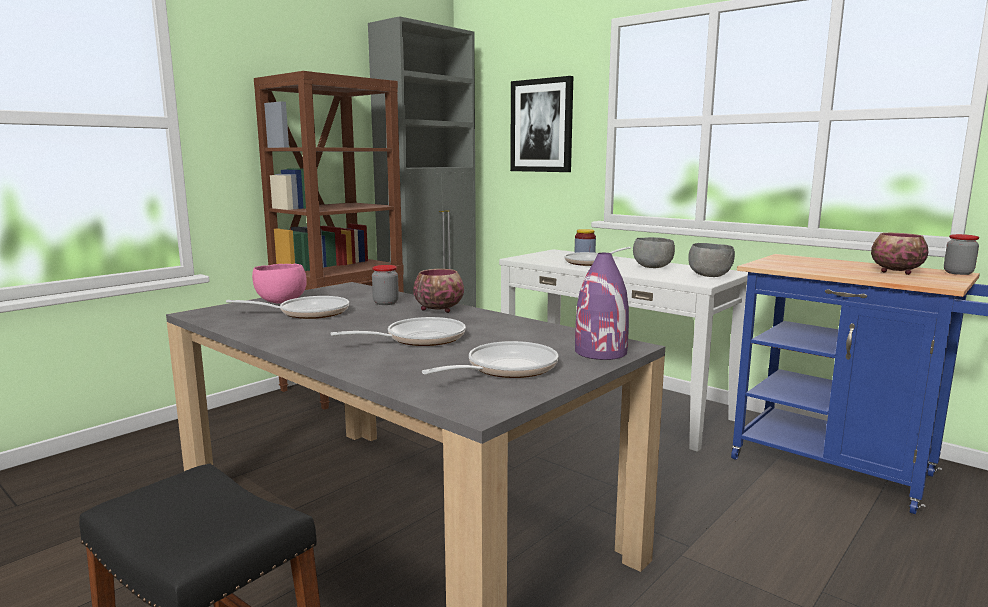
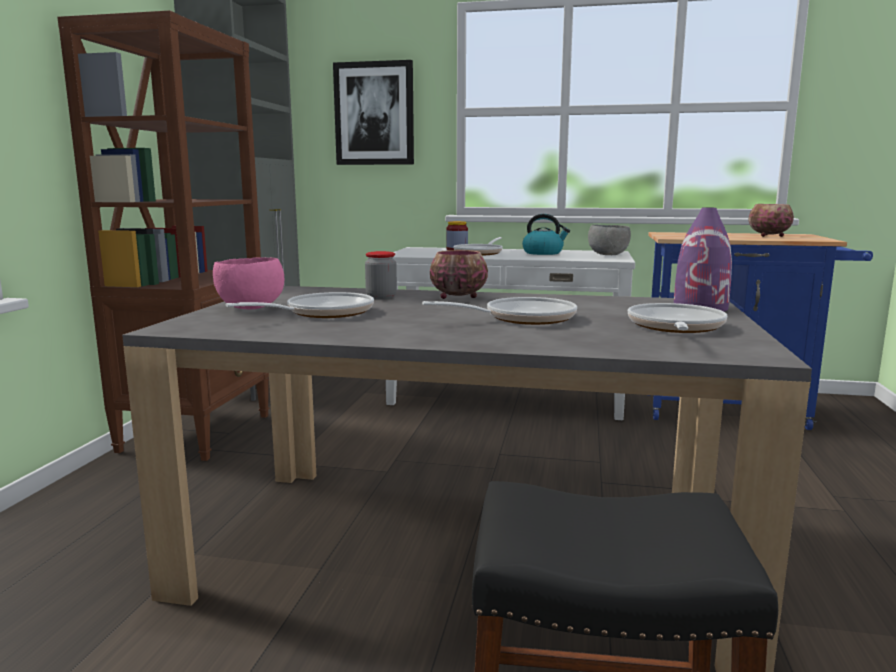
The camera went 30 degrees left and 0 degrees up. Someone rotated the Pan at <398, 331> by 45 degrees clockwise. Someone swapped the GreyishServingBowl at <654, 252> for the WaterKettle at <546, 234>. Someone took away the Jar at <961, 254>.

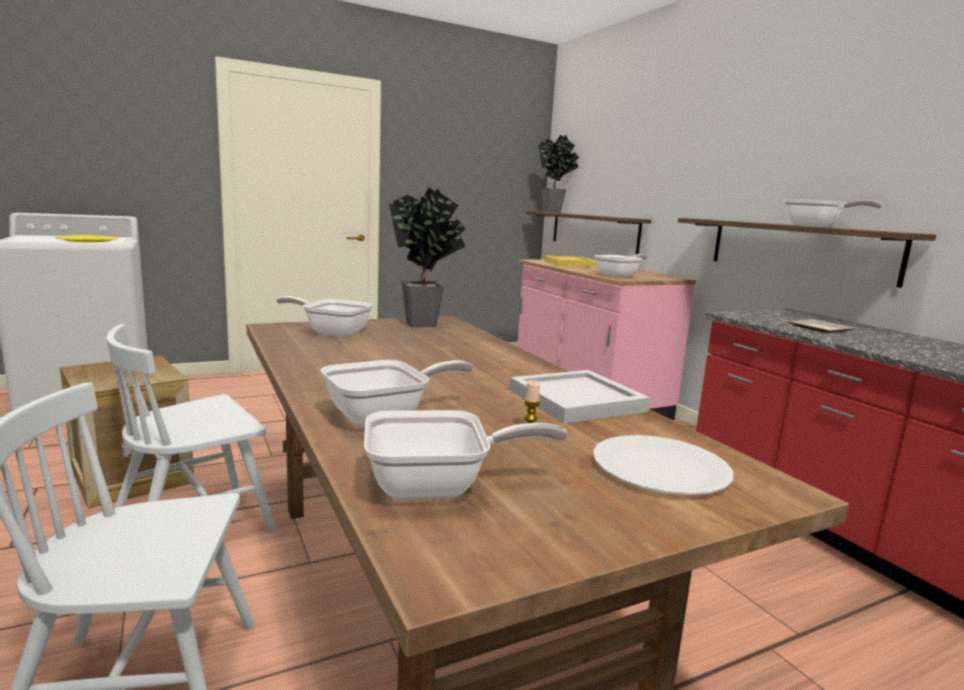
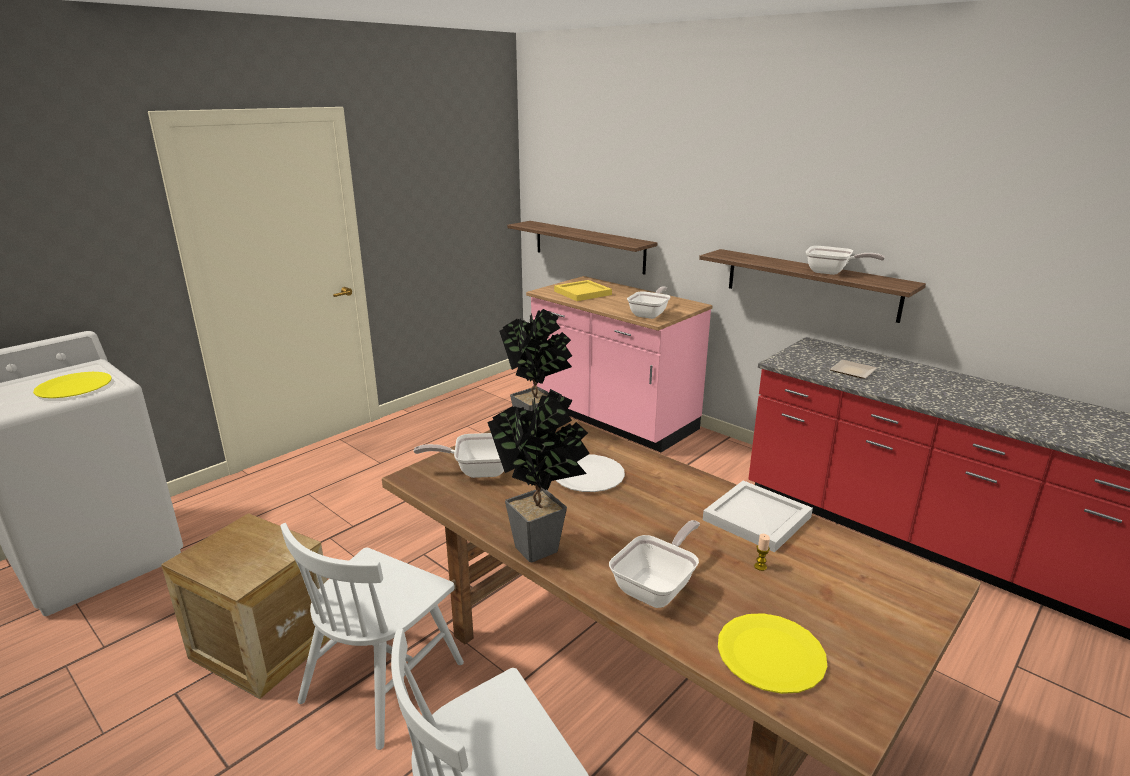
The camera went 20 degrees left and 10 degrees up. Someone carried the PottedPlant from <558, 173> to <538, 475>. Someone carried the WhitishDinnerPlate from <663, 465> to <590, 473>. Someone swapped the Pan at <466, 455> for the YellowColouredDinnerPlate at <772, 653>.

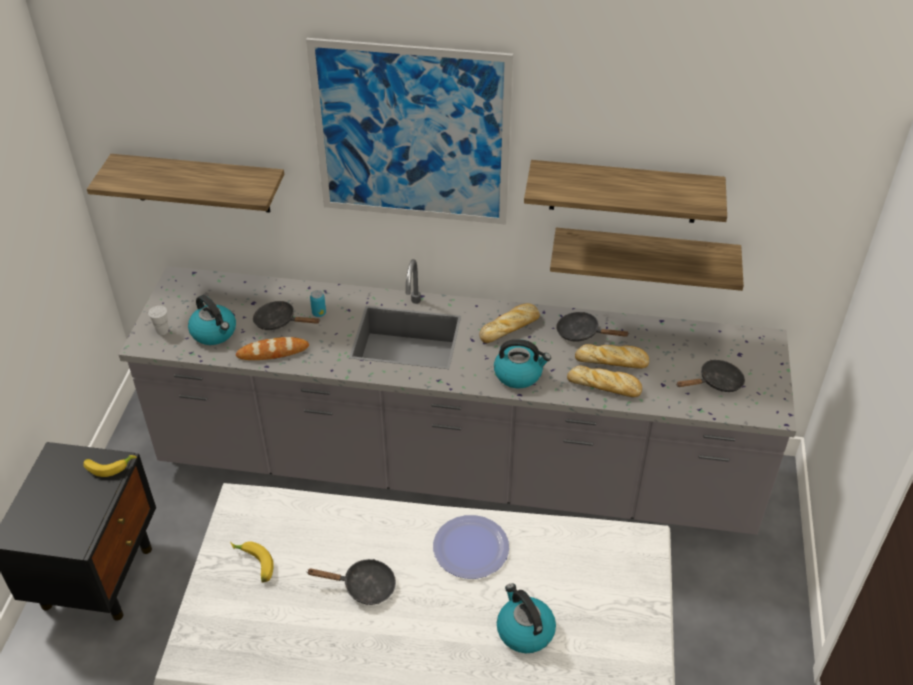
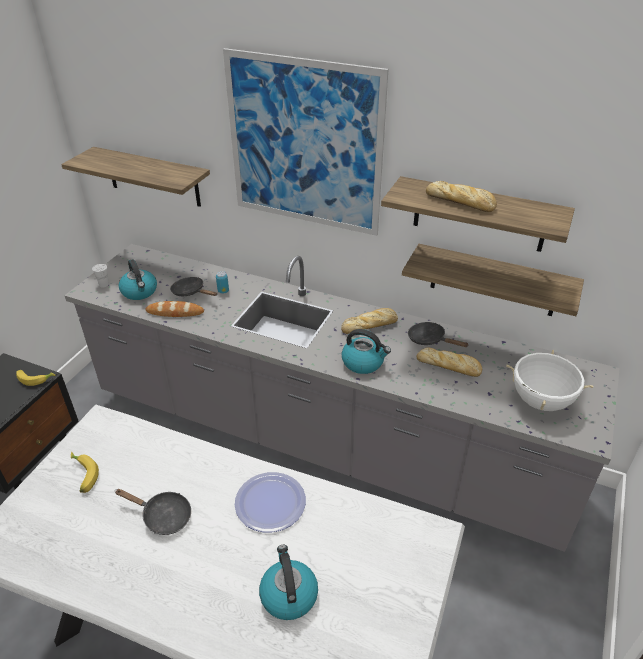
The camera went 15 degrees right and 5 degrees down. Someone carried the BakeryBread from <604, 381> to <461, 196>. Someone swapped the BlackColouredPan at <710, 376> for the WhitishCookingPot at <550, 380>.

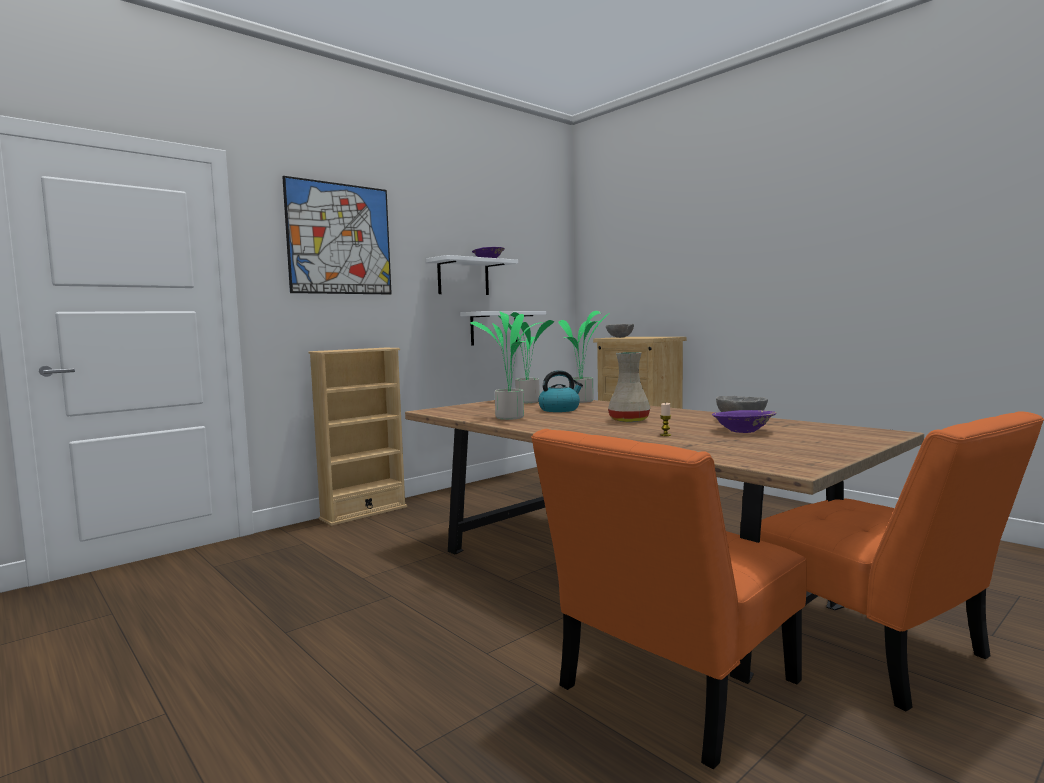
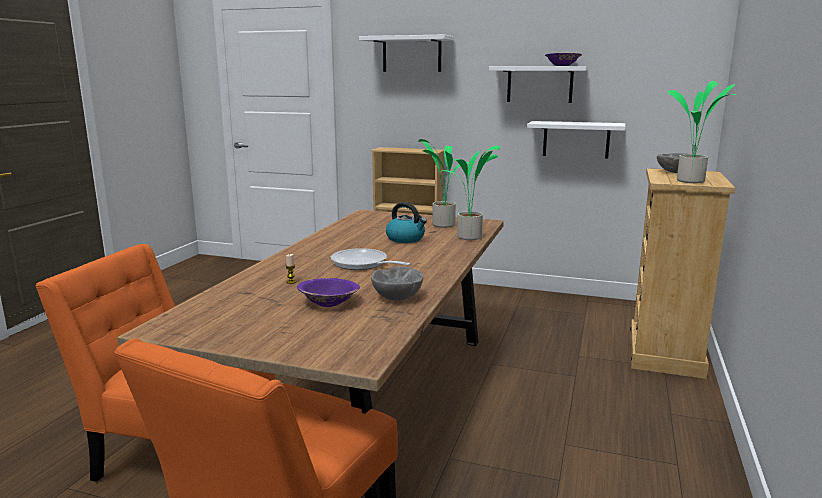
The camera went 60 degrees right and 10 degrees up. Someone swapped the SandColouredFlowerVase at <629, 387> for the Pan at <371, 259>. Someone swapped the WallArt at <337, 235> for the WhitishBracketShelf at <406, 53>. Someone carried the PottedPlant from <507, 365> to <702, 132>.

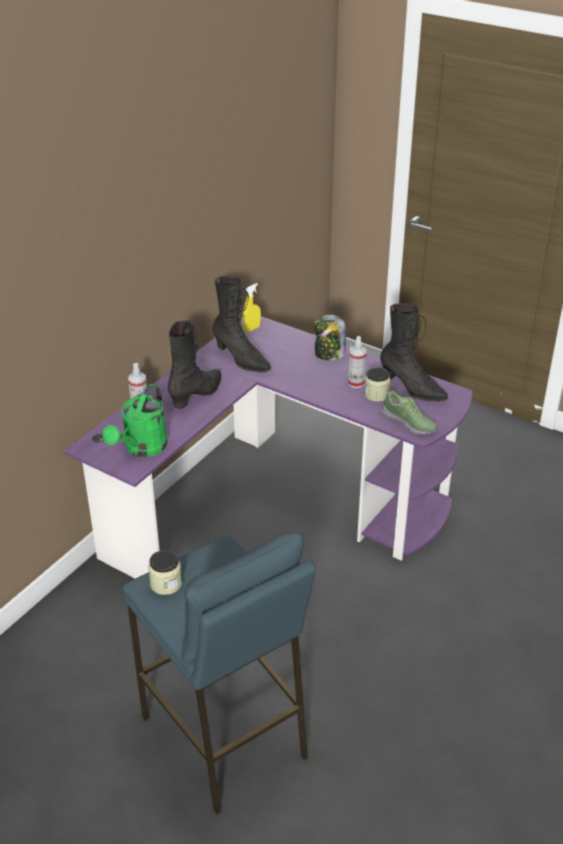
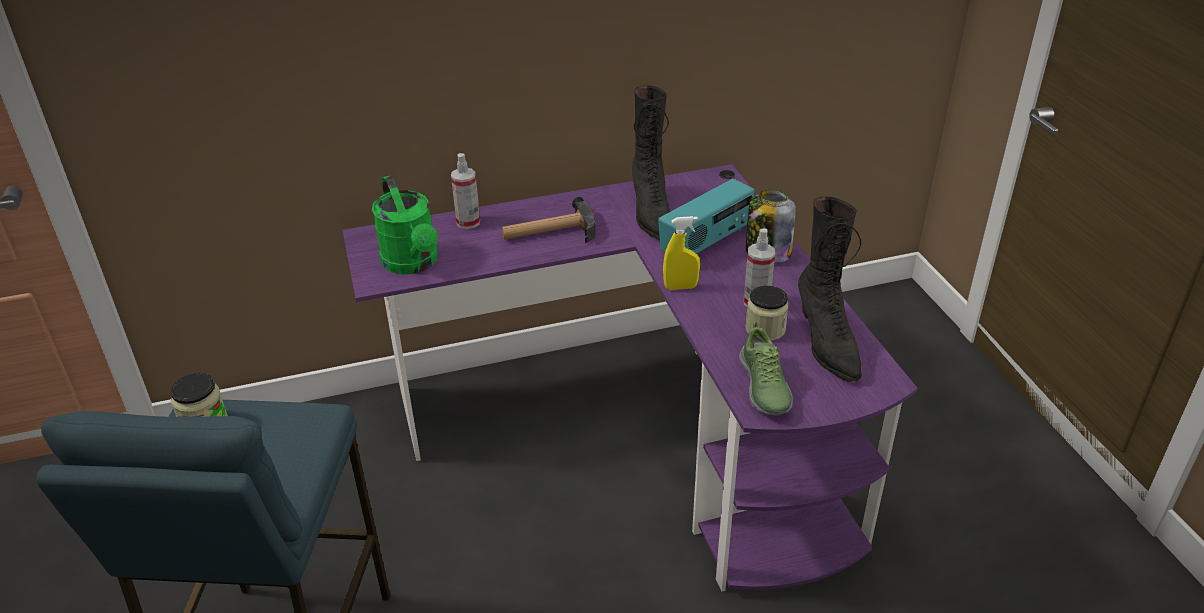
The camera went 40 degrees right and 0 degrees up. Someone rotated the GreenColouredWateringCan at <135, 420> by 90 degrees counterclockwise. Someone swapped the BlackColouredTallBoot at <195, 364> for the ToolHammer at <548, 220>. Someone put down the RadioReceiver at <706, 216>. Someone carried the YellowColouredSprayer from <252, 307> to <681, 253>.

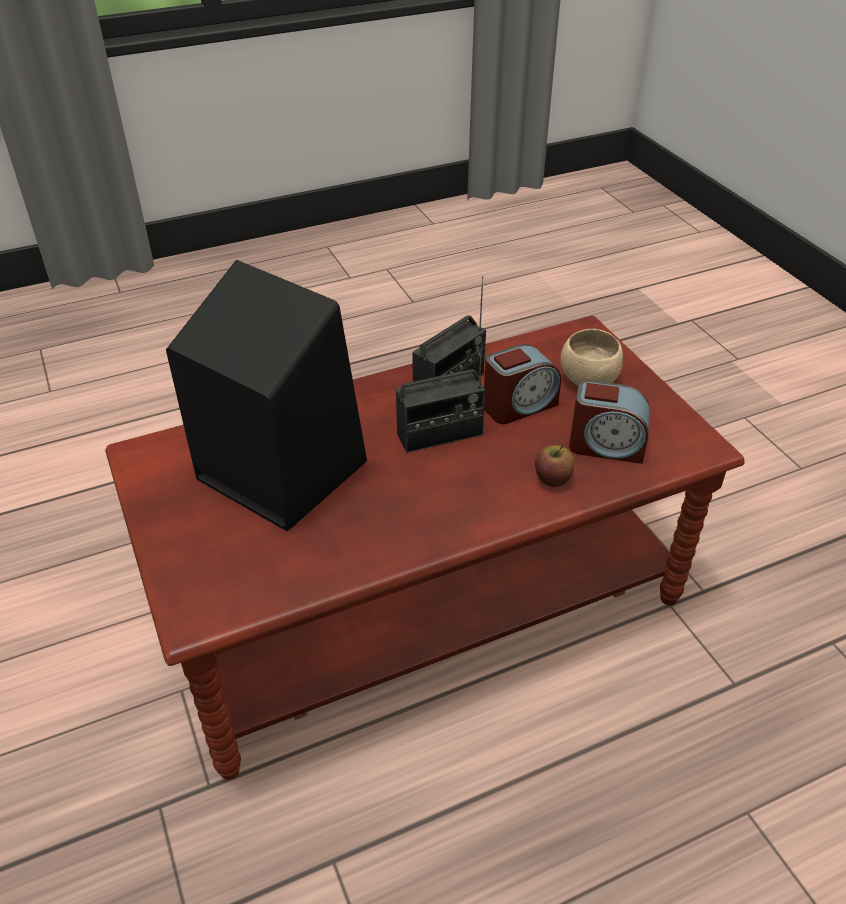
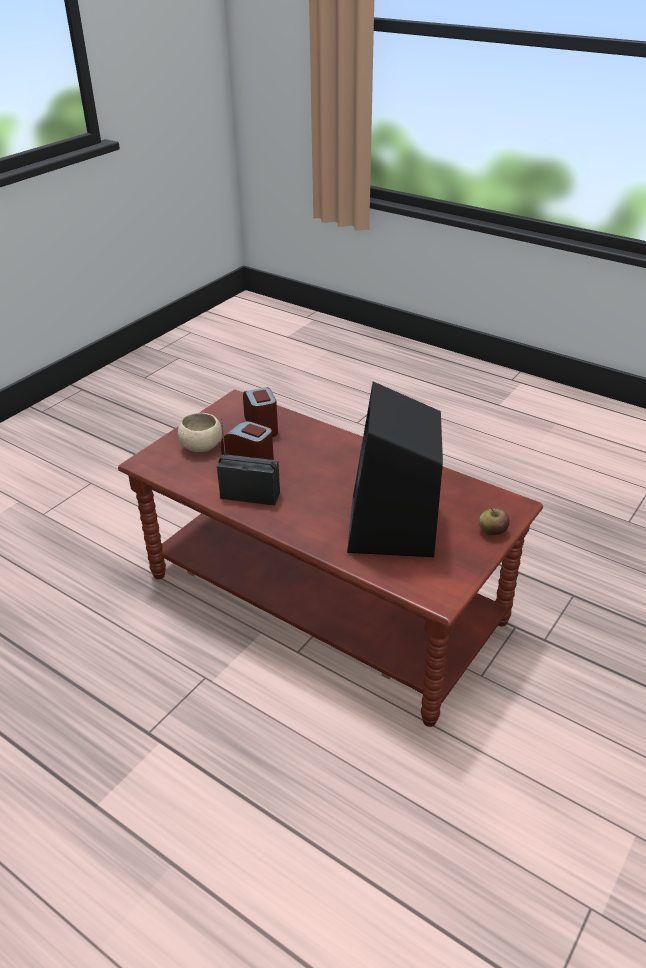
The camera went 120 degrees left and 5 degrees down. Someone carried the Apple from <554, 466> to <494, 522>. Someone took away the RadioReceiver at <440, 392>.

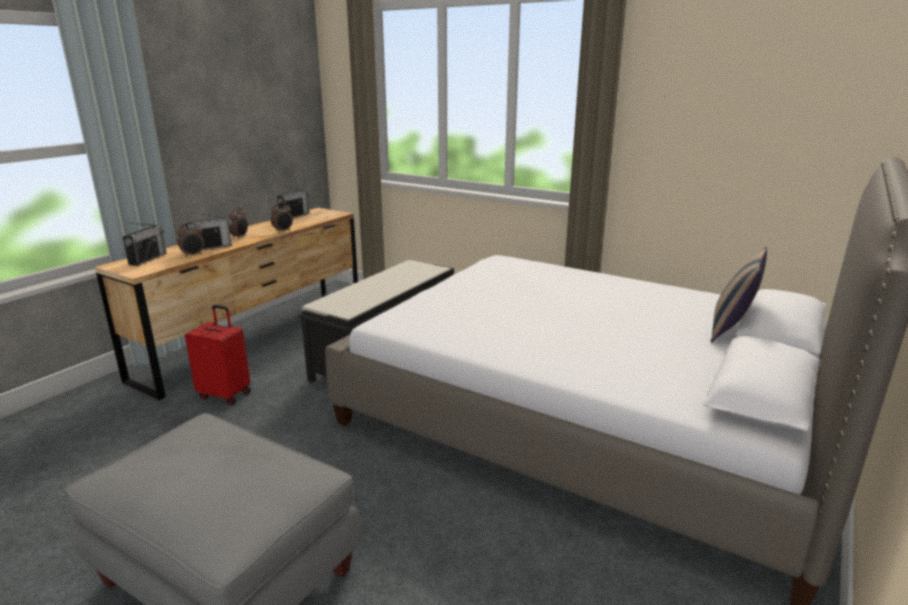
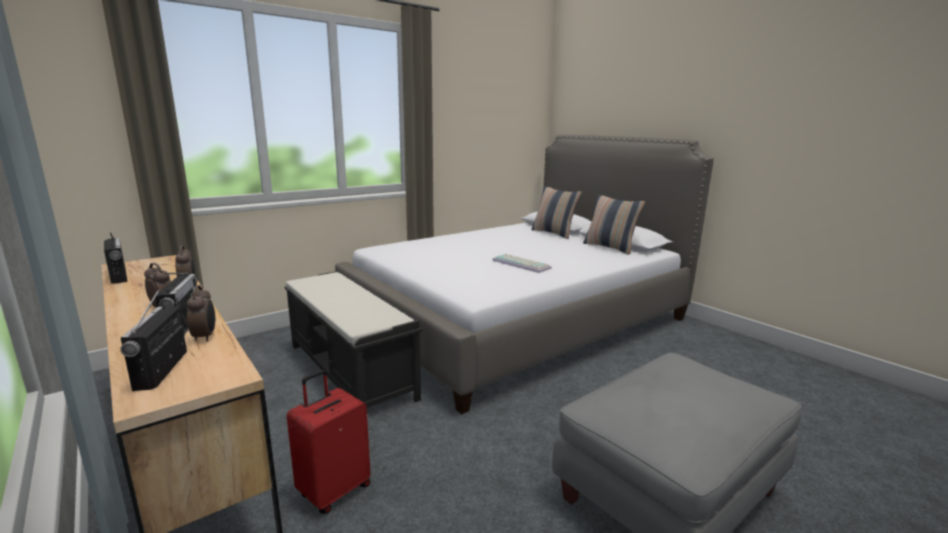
The camera went 70 degrees left and 5 degrees down. Someone rotated the RadioReceiver at <145, 244> by 135 degrees counterclockwise. Someone put down the ComputerKeyboard at <522, 263>. Someone put down the ThrowPillow at <614, 225>.

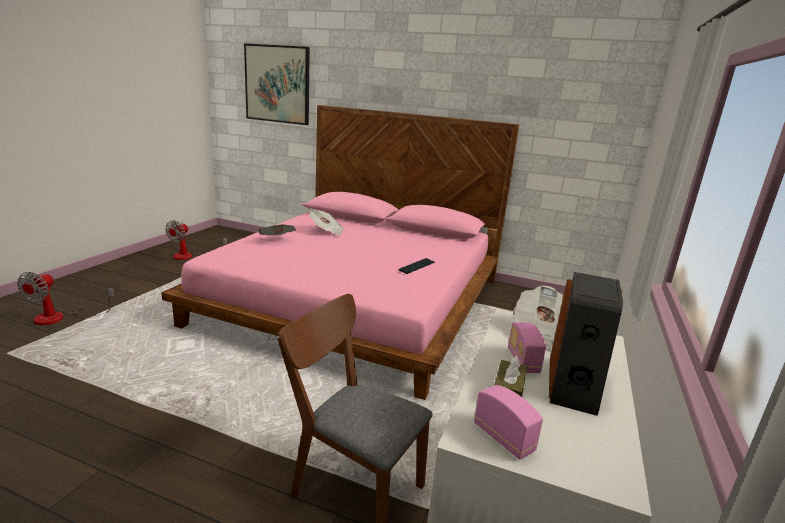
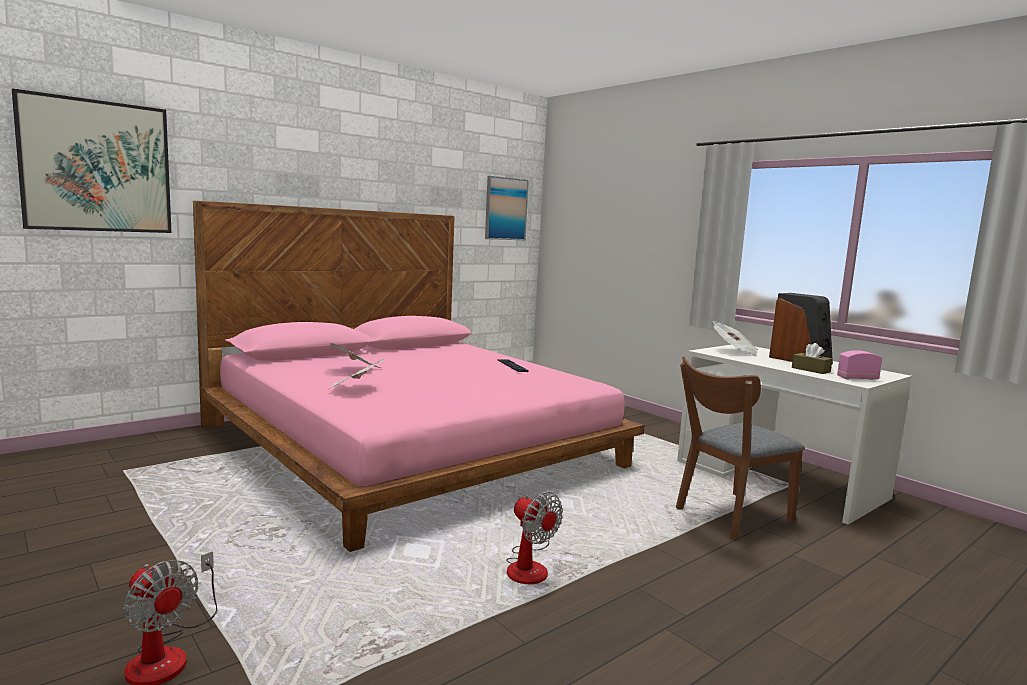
The camera went 60 degrees left and 10 degrees down. Someone put up the WallArt at <507, 208>. Someone carried the ElectricFan from <196, 240> to <534, 538>. Someone took away the RadioReceiver at <527, 347>.

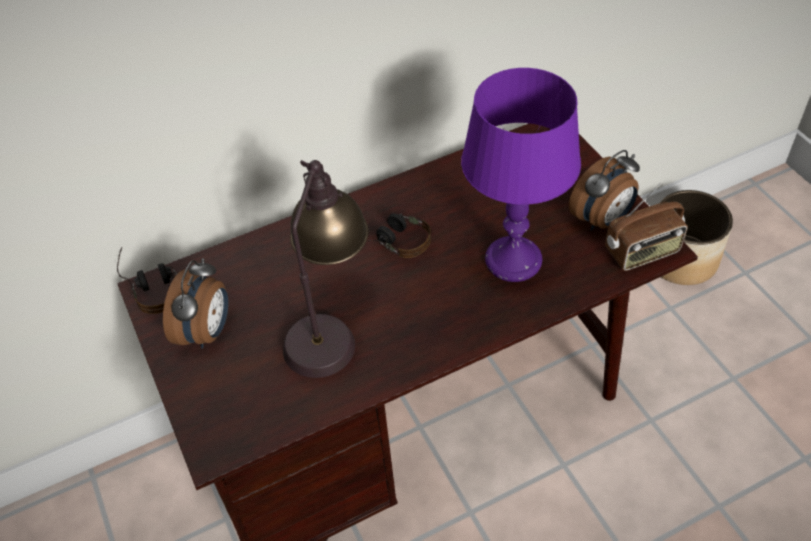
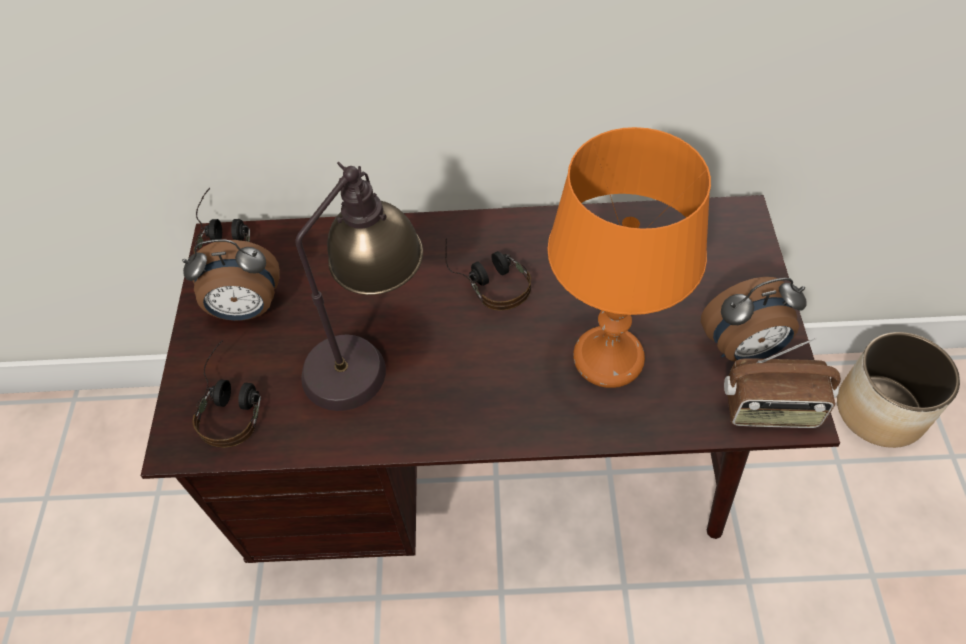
The camera went 25 degrees right and 5 degrees up. Someone rotated the TableClock at <195, 303> by 45 degrees clockwise. Someone put down the Headphones at <226, 393>. Someone repainted the PurpleColouredTableLamp at <521, 175>, which became the OrangeyTableLamp at <629, 257>.

